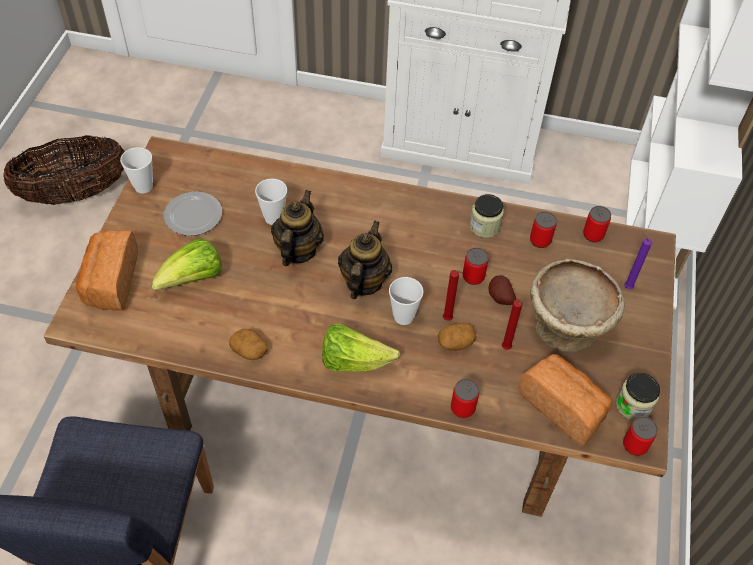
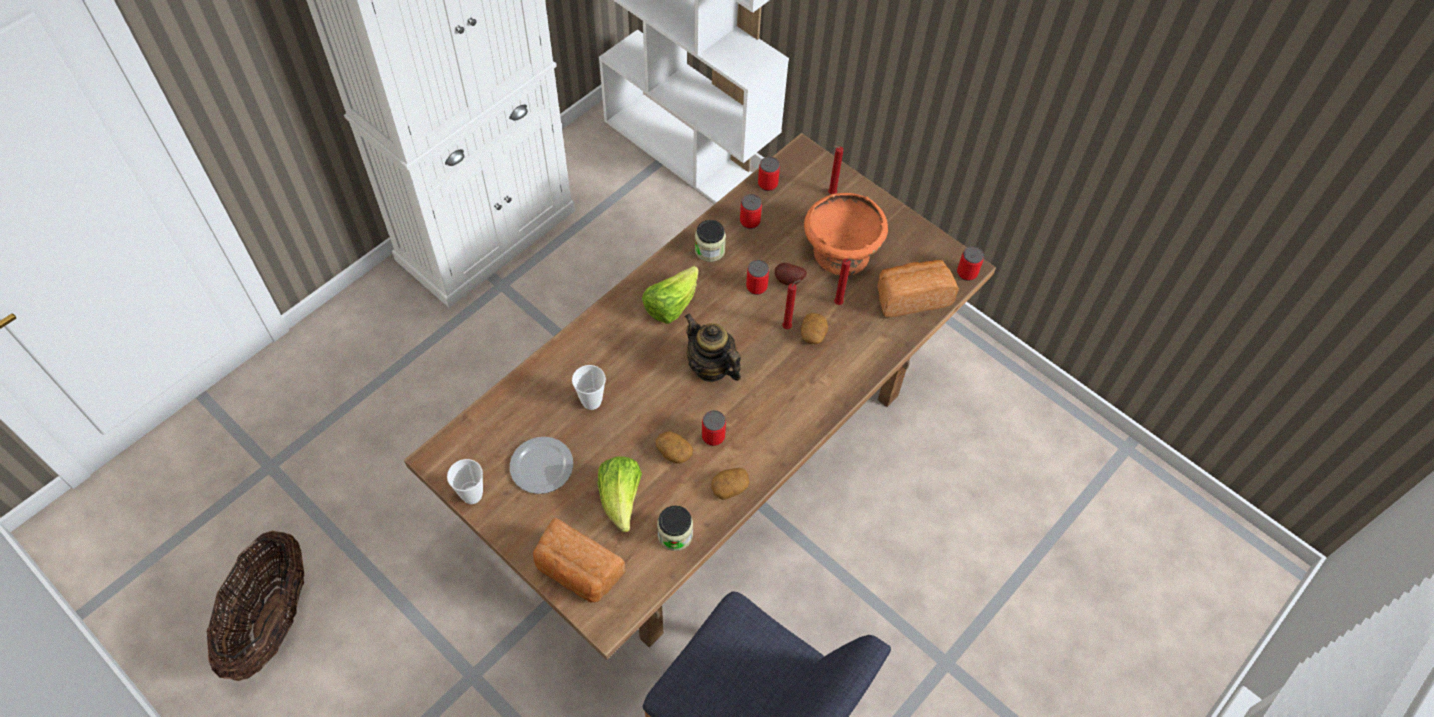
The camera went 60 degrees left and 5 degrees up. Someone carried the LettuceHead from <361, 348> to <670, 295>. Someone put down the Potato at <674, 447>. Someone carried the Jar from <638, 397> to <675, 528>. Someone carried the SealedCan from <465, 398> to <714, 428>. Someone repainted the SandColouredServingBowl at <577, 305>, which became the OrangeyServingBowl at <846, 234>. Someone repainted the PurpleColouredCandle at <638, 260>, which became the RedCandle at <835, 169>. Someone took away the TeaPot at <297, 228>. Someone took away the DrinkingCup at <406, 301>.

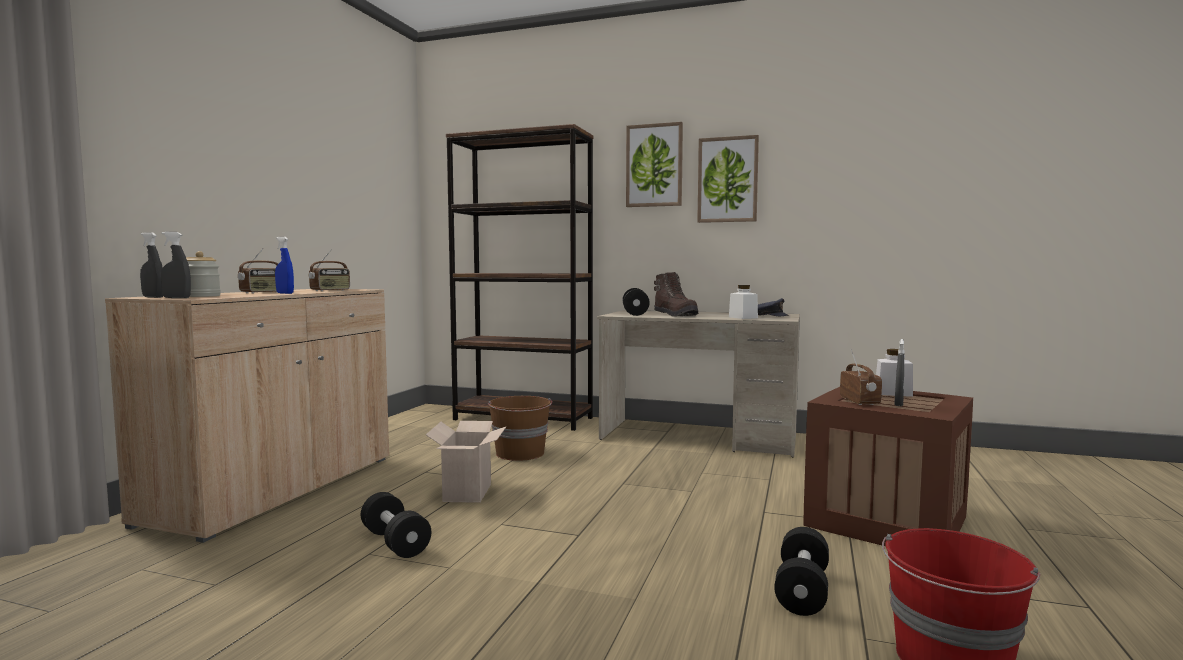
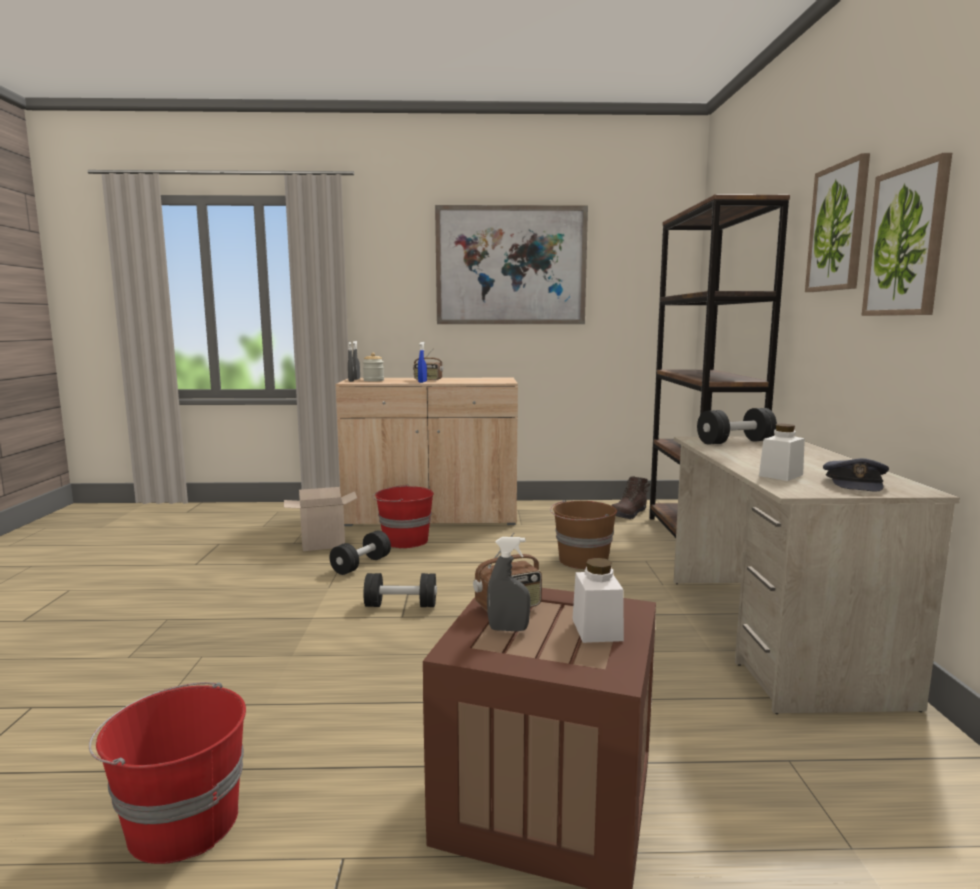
The camera went 70 degrees right and 5 degrees up. Someone carried the PackingBox from <466, 462> to <320, 519>. Someone carried the BlackColouredDumbbell from <801, 571> to <400, 590>. Someone put down the RedWaterBucket at <403, 516>. Someone put up the WallArt at <511, 264>. Someone carried the BrownColouredTallBoot from <676, 294> to <630, 497>. Someone took away the RadioReceiver at <329, 270>.

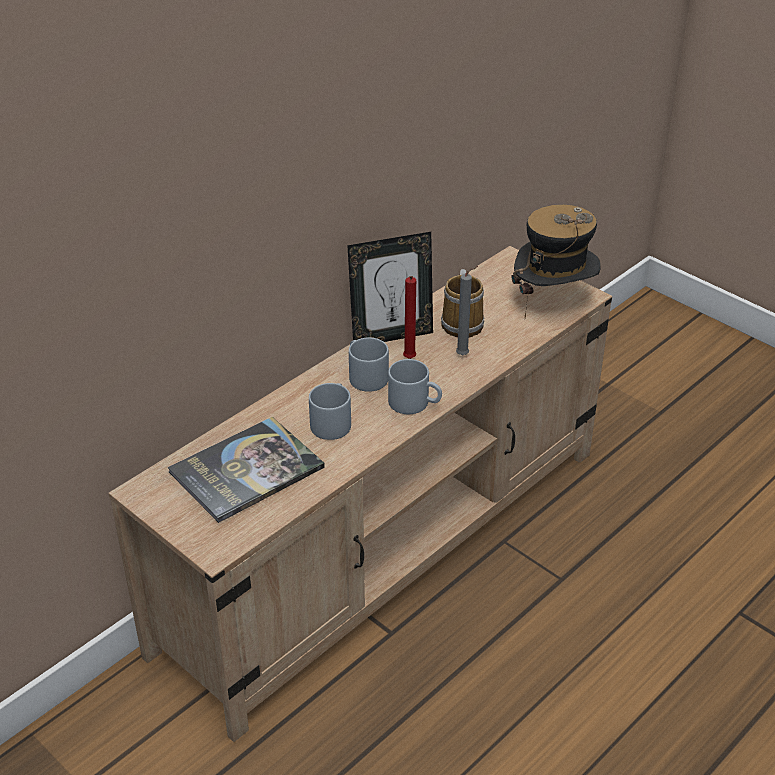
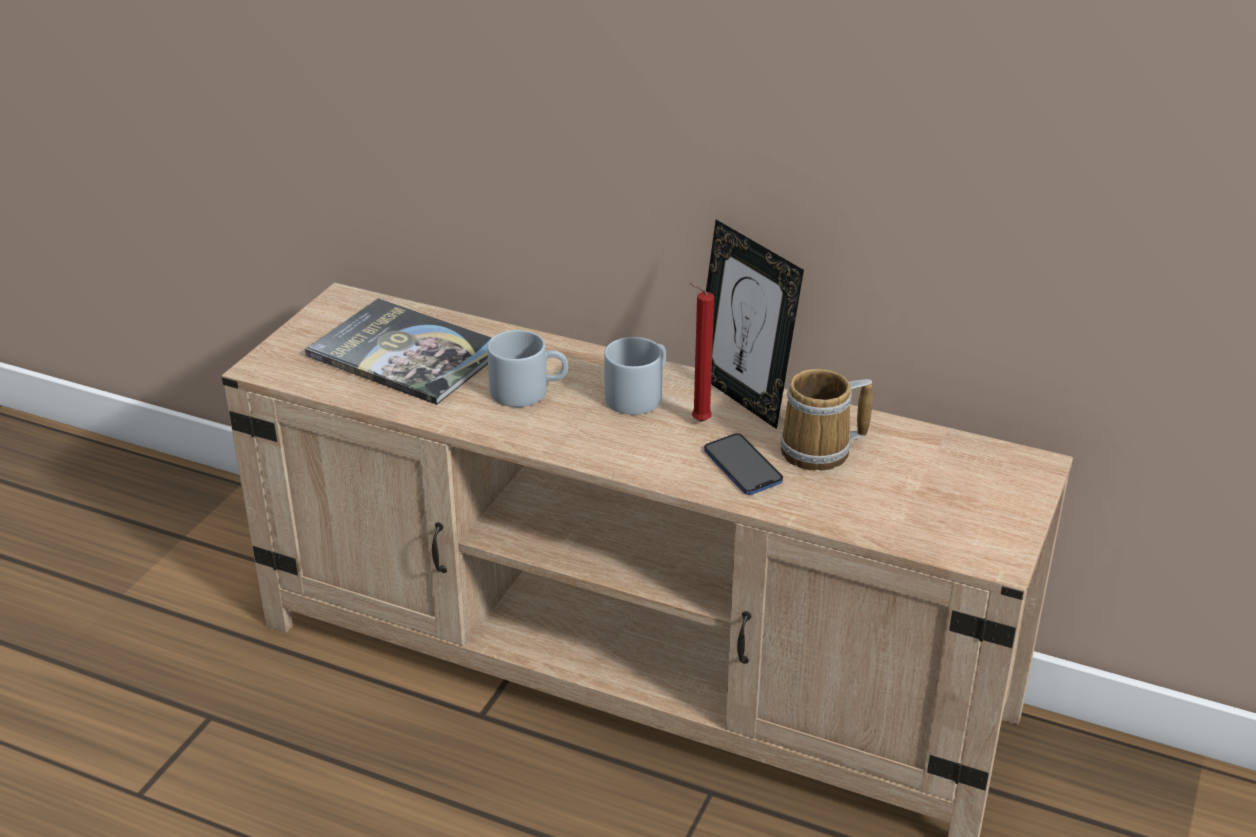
The camera went 70 degrees right and 5 degrees down. Someone swapped the GreyishCandle at <467, 310> for the Handset at <743, 464>. Someone took away the GreyishMug at <415, 386>. Someone took away the Hat at <556, 261>.

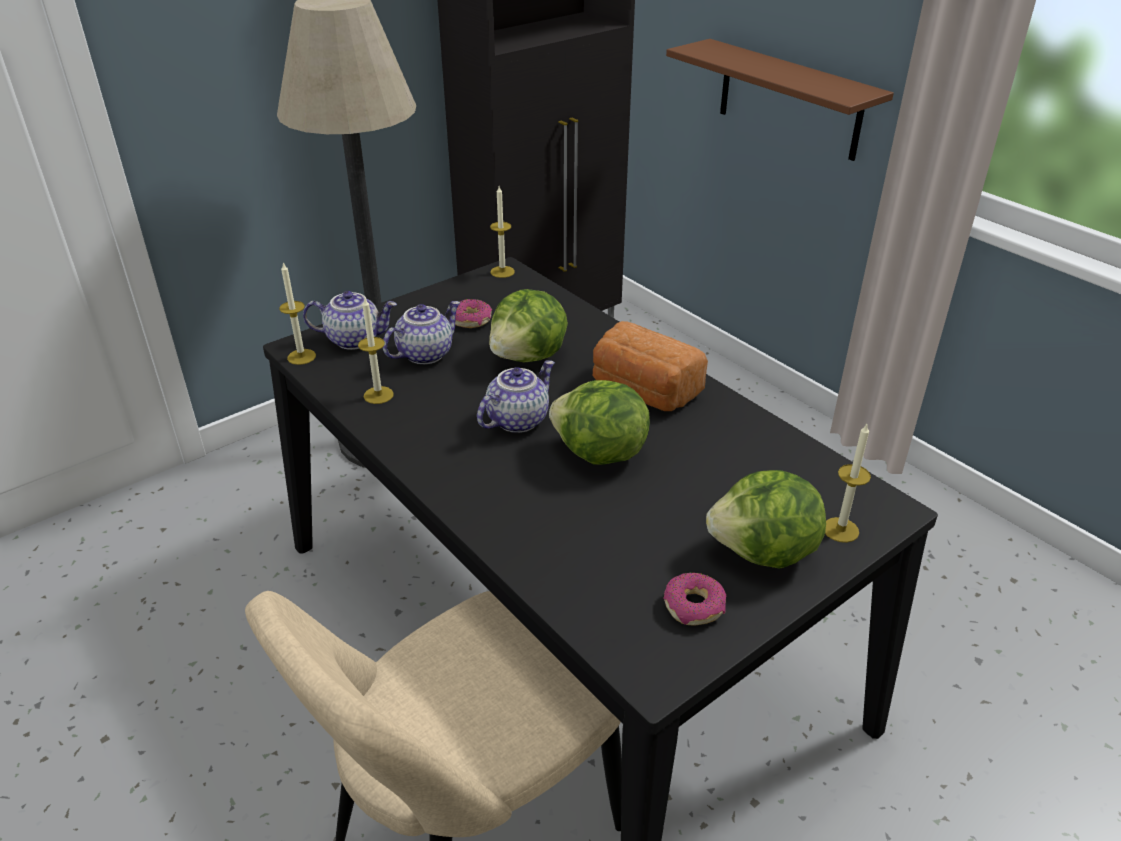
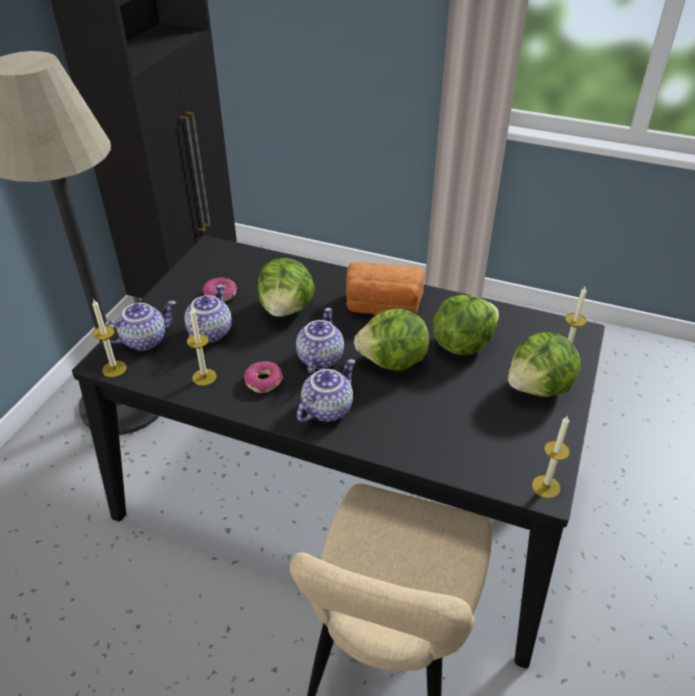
The camera went 30 degrees left and 5 degrees up. Someone carried the RingDoughnut from <695, 599> to <263, 377>. Someone put down the TeaPot at <326, 391>. Someone put down the LettuceHead at <465, 325>. Someone carried the Candle from <502, 232> to <551, 456>. Someone took away the BrownColouredBracketShelf at <780, 100>.

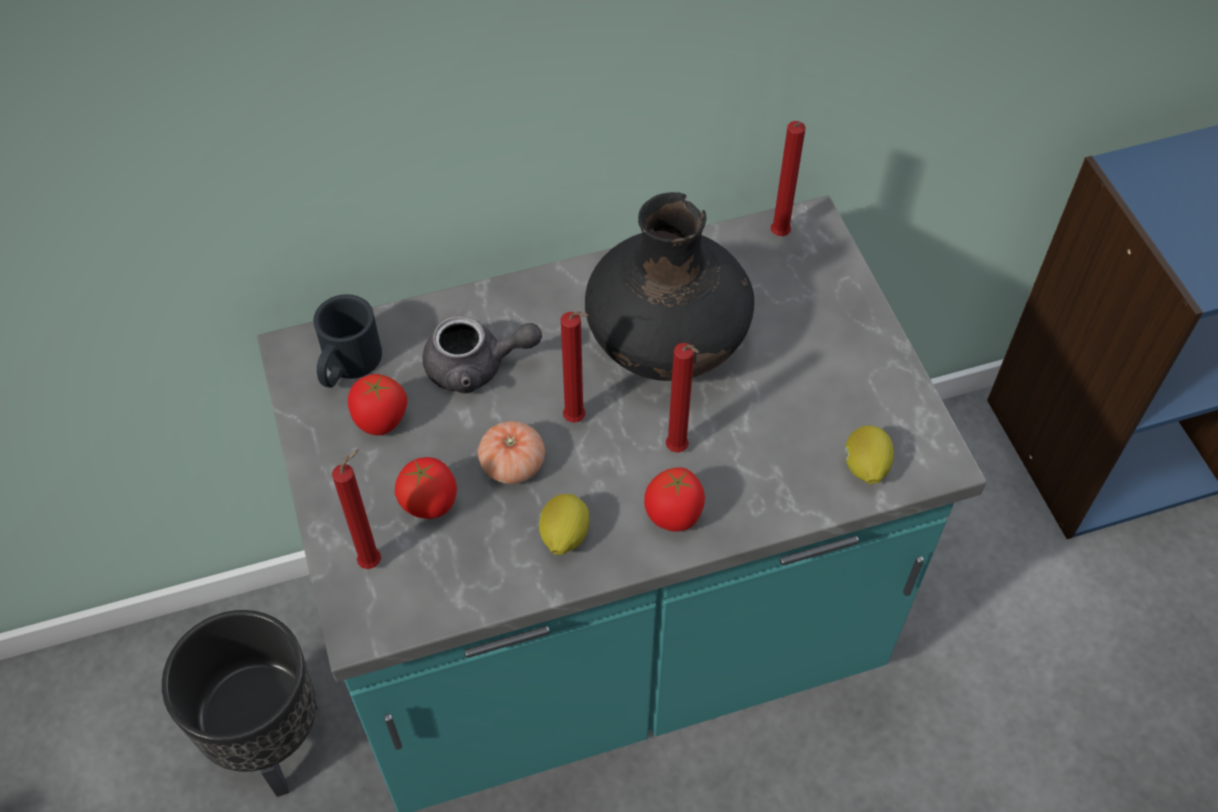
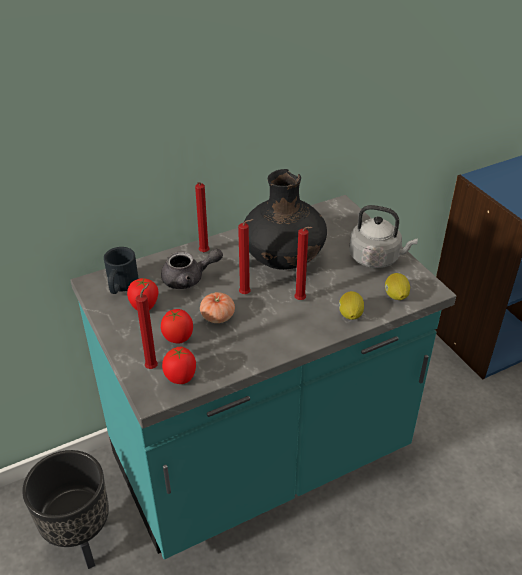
The camera went 10 degrees left and 15 degrees down. Someone carried the Tomato from <674, 499> to <179, 365>. Someone carried the RedCandle from <788, 178> to <202, 217>. Someone carried the CitrusFruit from <564, 524> to <351, 305>. Someone put down the GreyishWaterKettle at <383, 236>.

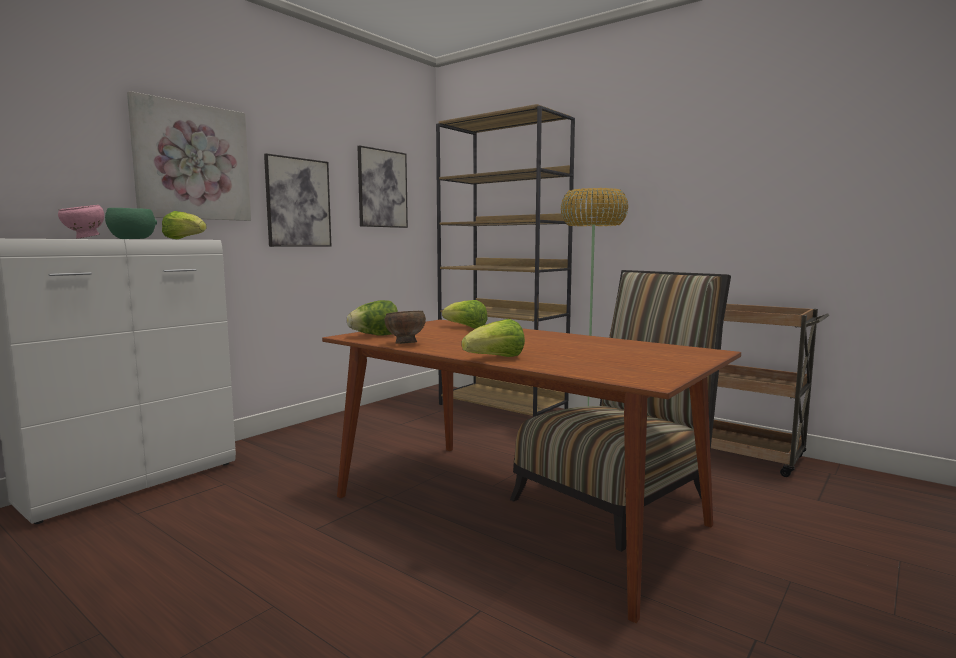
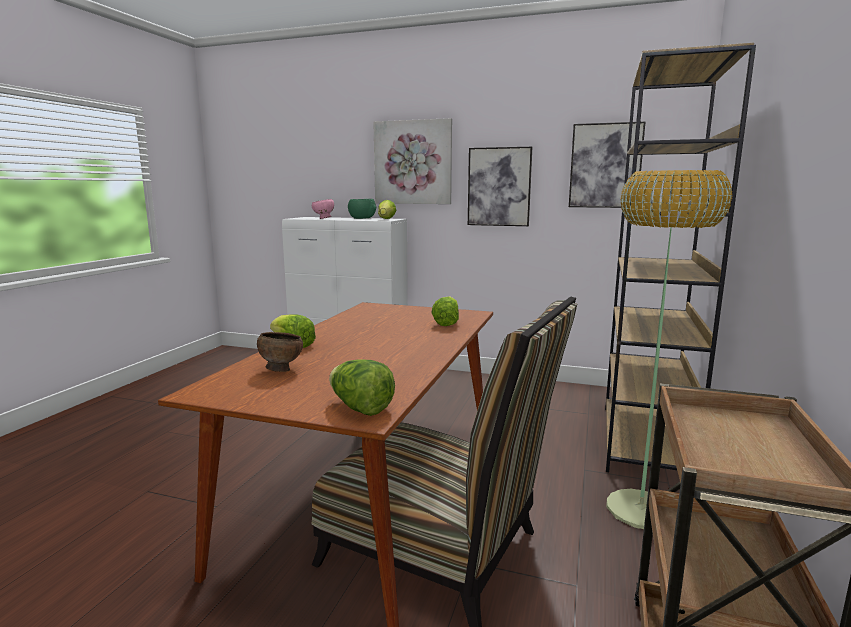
The camera went 70 degrees right and 5 degrees up. Someone carried the BrownColouredServingBowl from <405, 327> to <280, 352>. Someone carried the LettuceHead from <372, 318> to <362, 387>.

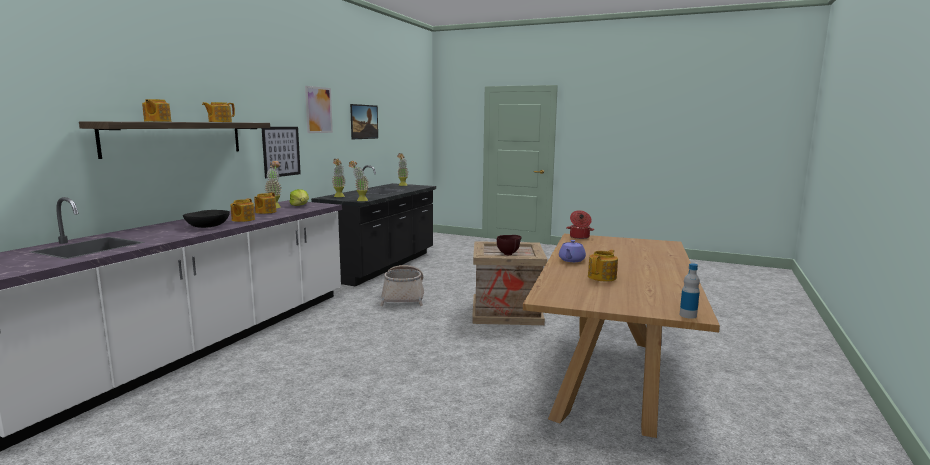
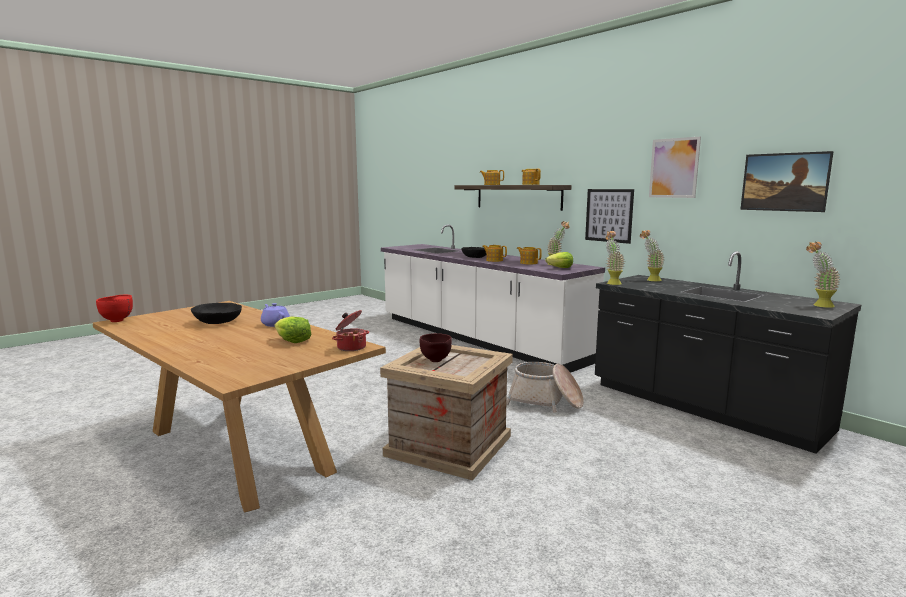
The camera went 115 degrees right and 0 degrees up. Someone swapped the DrinkBottle at <690, 291> for the RedServingBowl at <114, 308>. Someone swapped the TeaPot at <603, 265> for the BlackColouredServingBowl at <216, 313>. Someone put down the LettuceHead at <293, 330>.

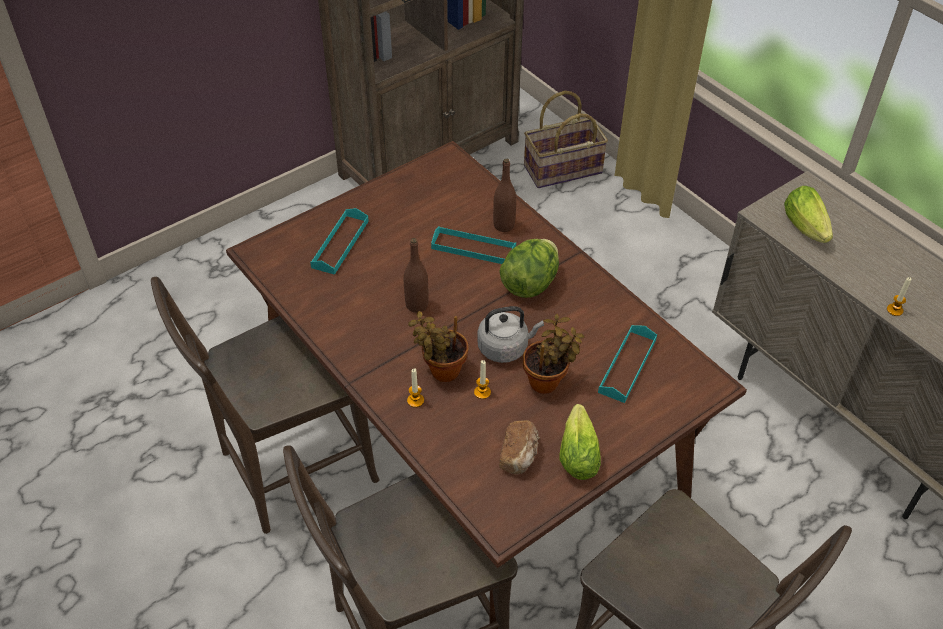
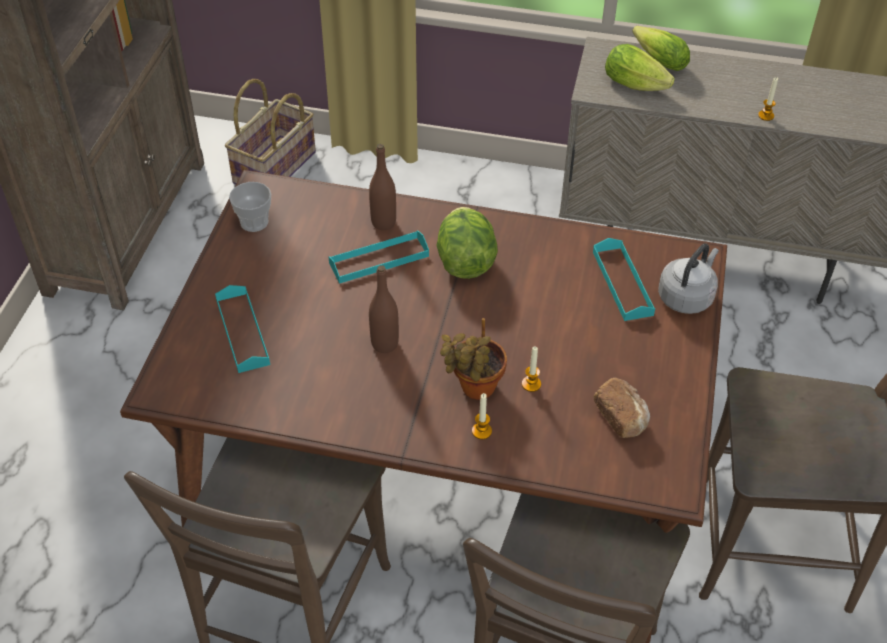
The camera went 40 degrees left and 0 degrees up. Someone put down the DrinkingCup at <250, 207>. Someone carried the LettuceHead from <580, 442> to <661, 48>. Someone carried the GreyishWaterKettle from <510, 334> to <688, 279>. Someone took away the PottedPlant at <554, 354>.

